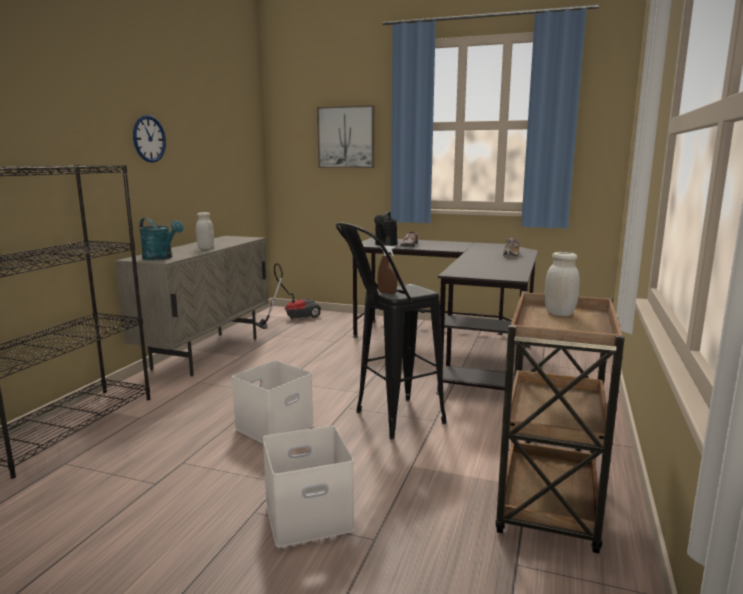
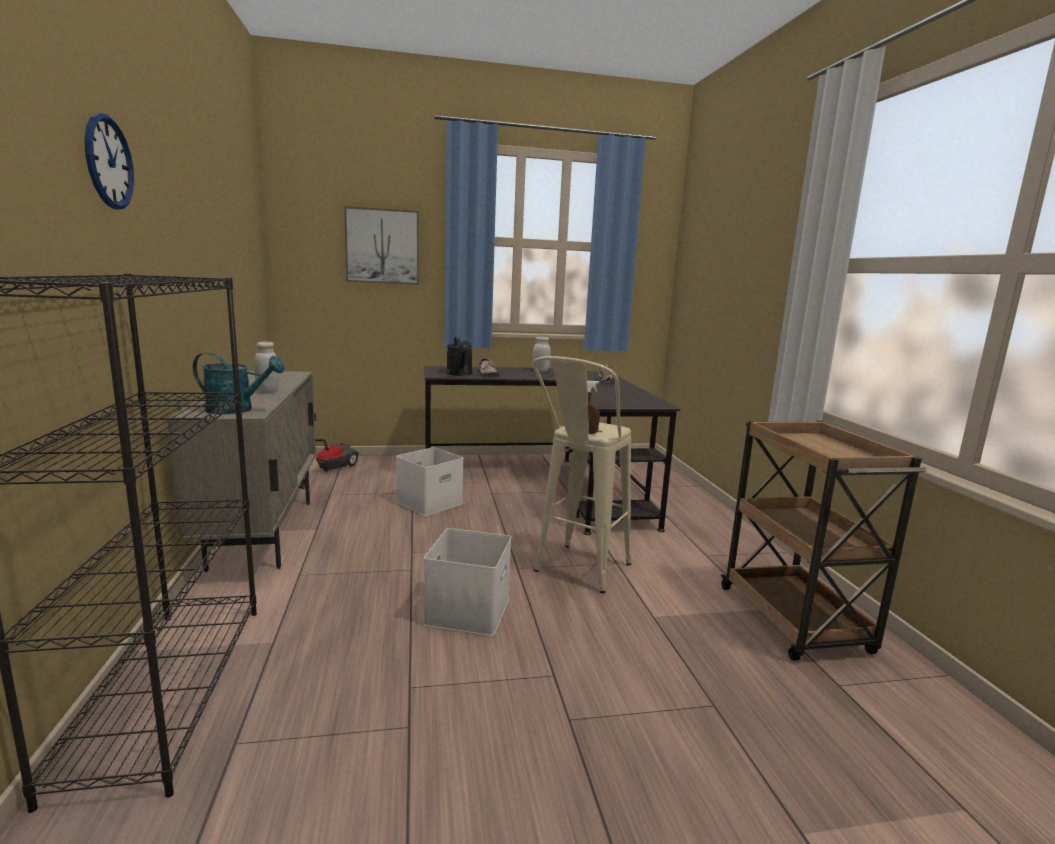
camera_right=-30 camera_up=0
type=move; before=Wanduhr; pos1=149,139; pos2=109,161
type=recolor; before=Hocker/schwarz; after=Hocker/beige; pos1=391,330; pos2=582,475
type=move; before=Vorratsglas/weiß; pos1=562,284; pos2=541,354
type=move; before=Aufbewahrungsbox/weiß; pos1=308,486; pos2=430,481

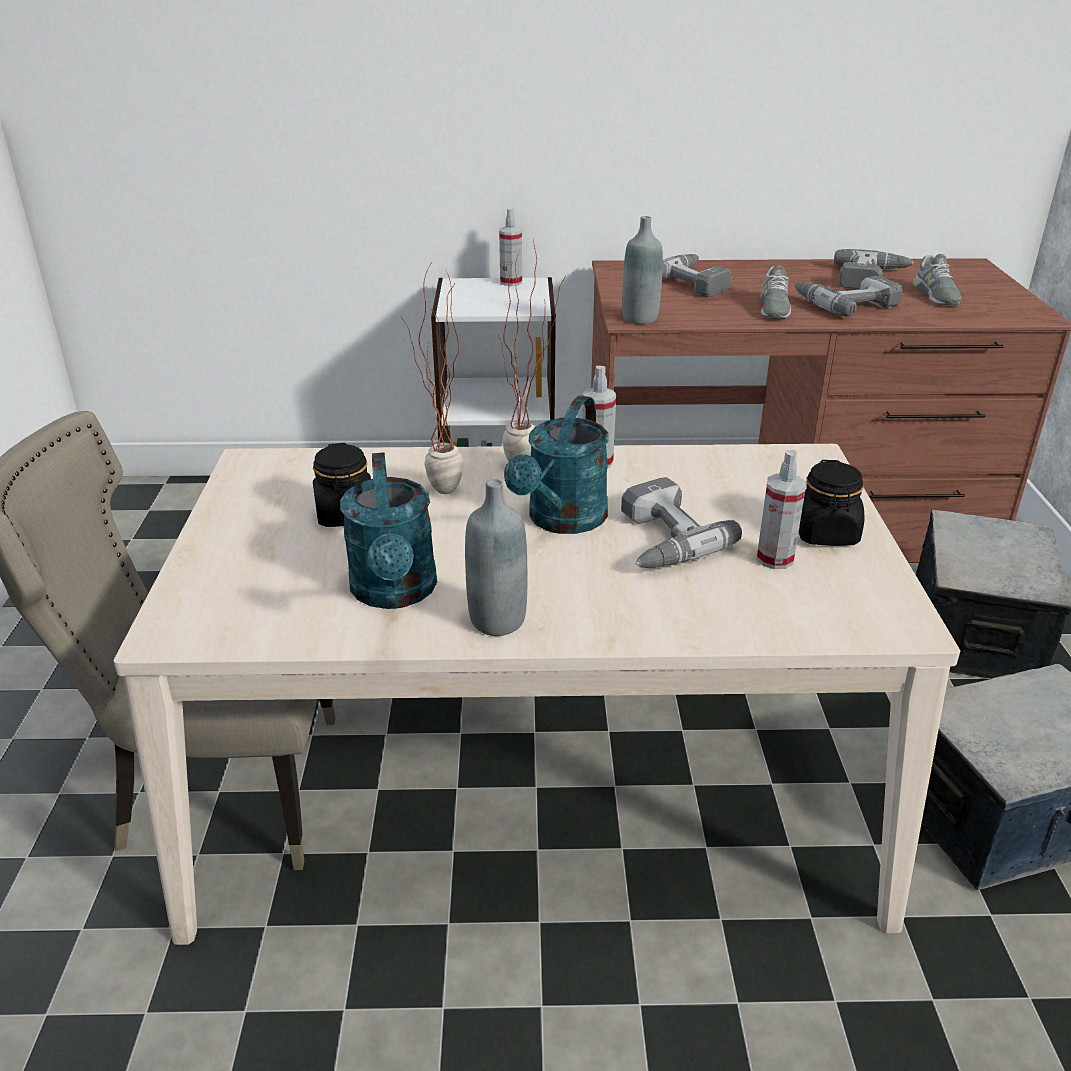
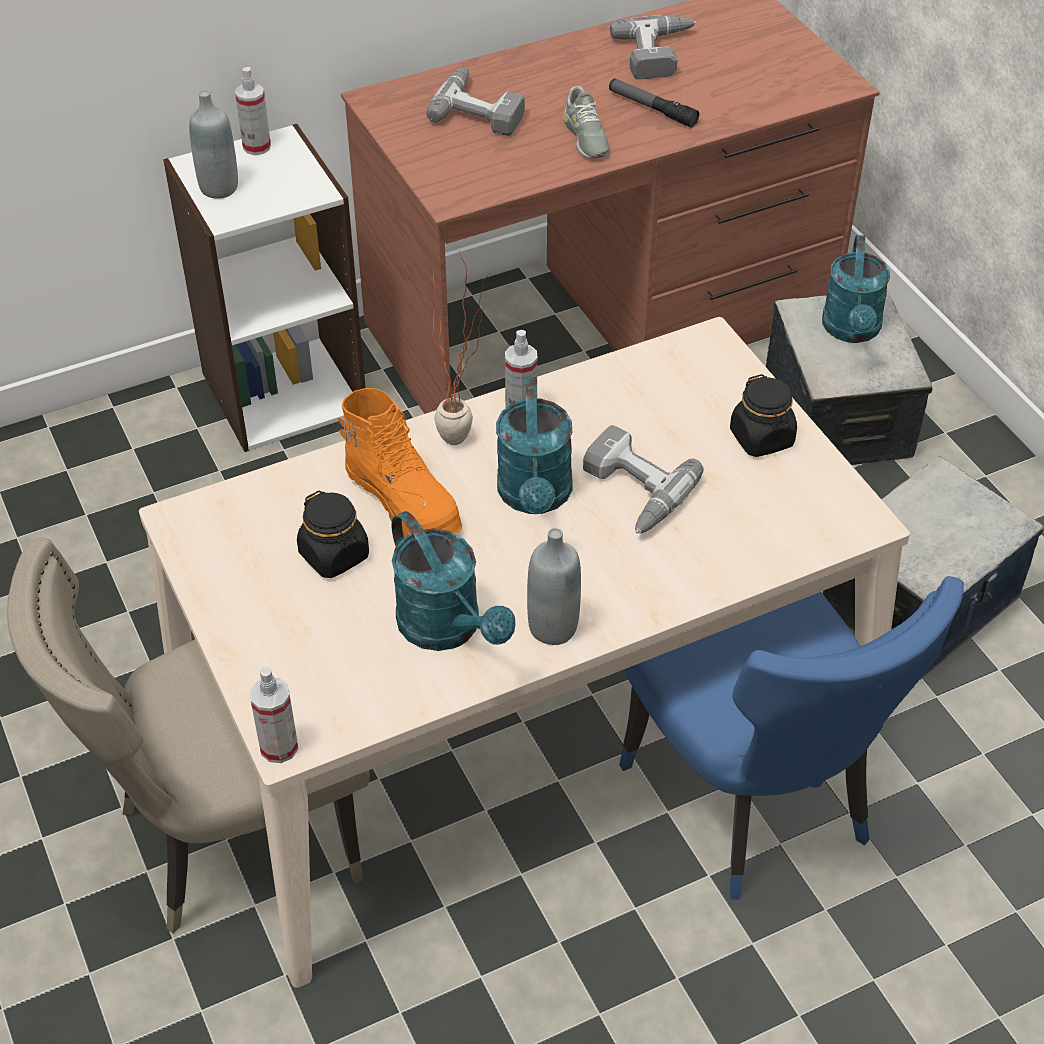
camera_right=-25 camera_up=15
type=move; before=Flasche/grau; pos1=642,270; pos2=213,144
type=delete; before=Schuh/grau; pos1=937,279
type=replace; before=Topfpflanze; after=Stiefel/orange; pos1=432,377; pos2=400,462
type=replace; before=Bohrmaschine; after=Taschenlampe; pos1=849,296; pos2=654,103
type=move; before=Sprühflasche; pos1=781,509; pos2=274,715
type=insert; after=Gießkanne/türkis; pos2=856,289
type=insert; after=Stuhl/blau; pos2=791,737

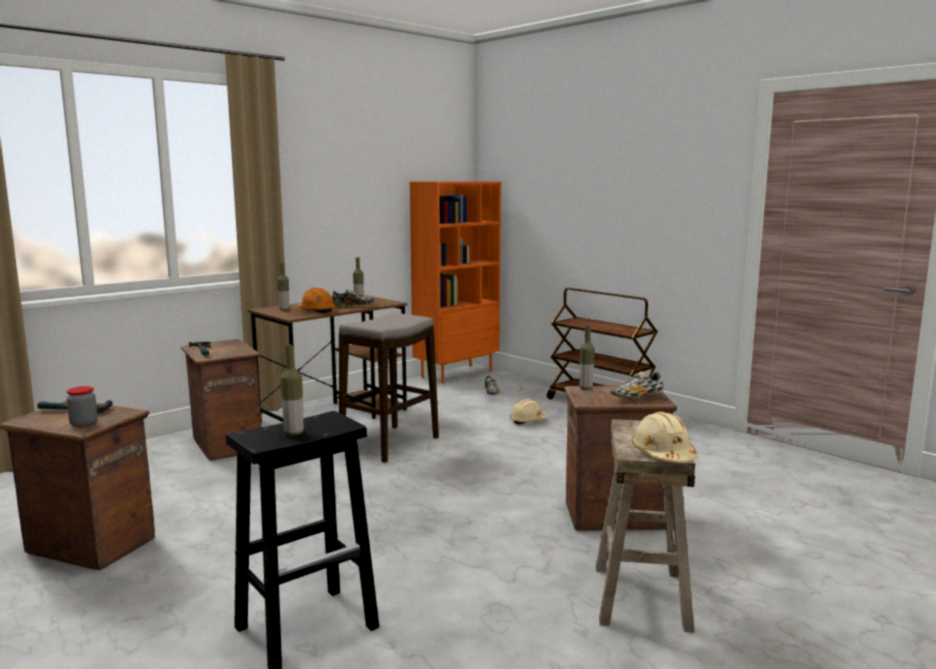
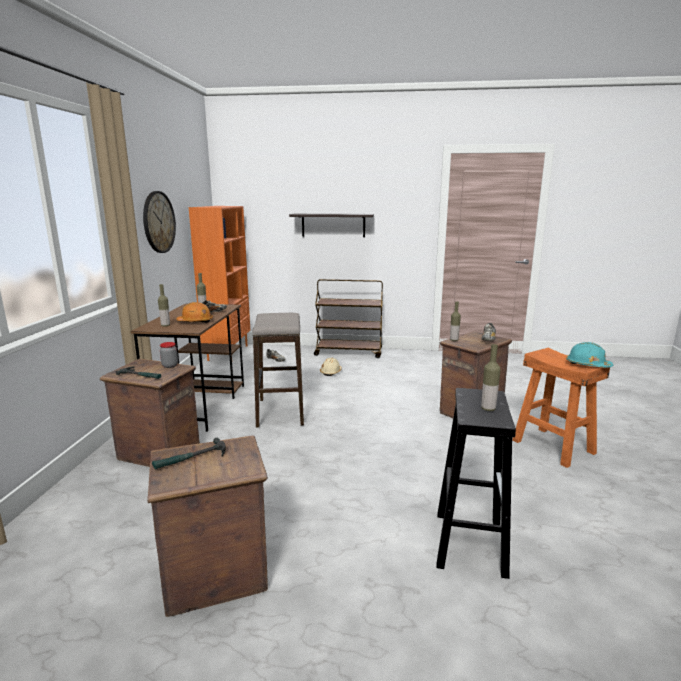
camera_right=-40 camera_up=5
type=move; before=Vorratsglas; pos1=82,407; pos2=169,355
type=recolor; before=Schutzhelm/beige; after=Schutzhelm/türkis; pos1=664,437; pos2=589,354
type=recolor; before=Hocker/beige; after=Hocker/orange; pos1=645,526; pos2=561,408
type=insert; after=Wanduhr; pos2=159,222
type=insert; after=Wandregal; pos2=331,225

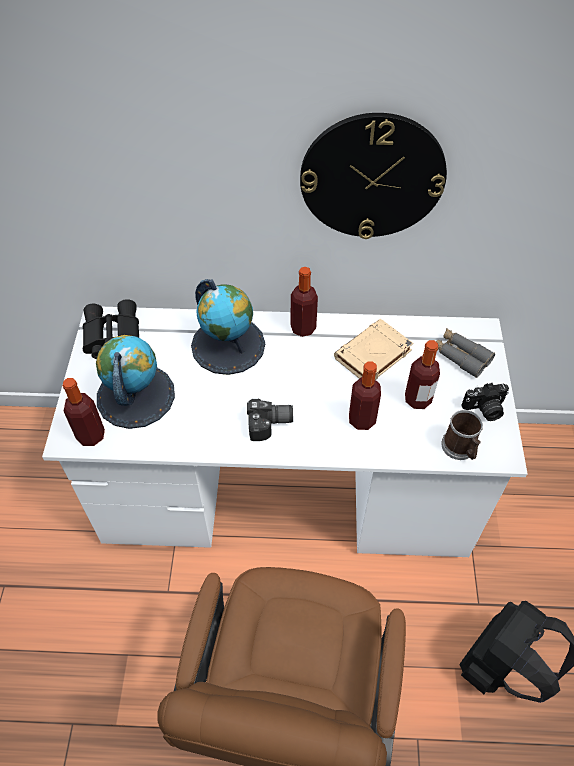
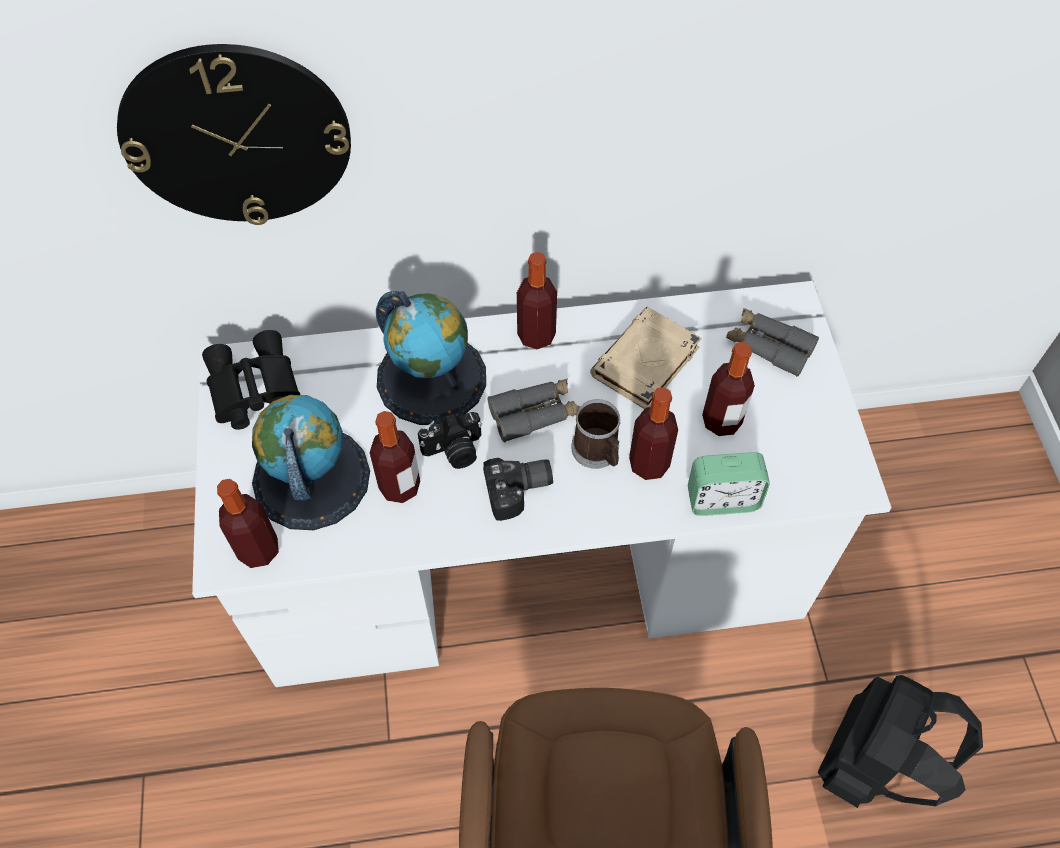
camera_right=-10 camera_up=5
type=move; before=Wanduhr; pos1=373,176; pos2=234,134
type=move; before=Kamera; pos1=485,402; pos2=450,440
type=move; before=Henkelbecher; pos1=462,435; pos2=596,434
type=insert; after=Fernglas/grau; pos2=533,410
type=insert; after=Flasche; pos2=395,457
type=insert; after=Wecker; pos2=729,484

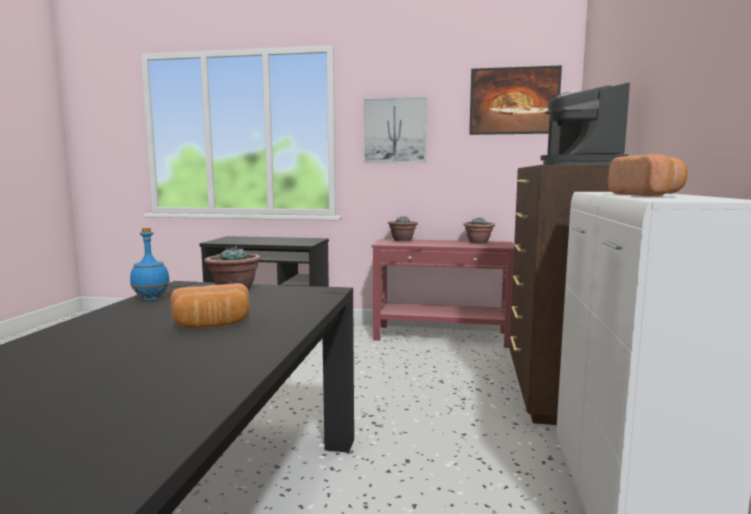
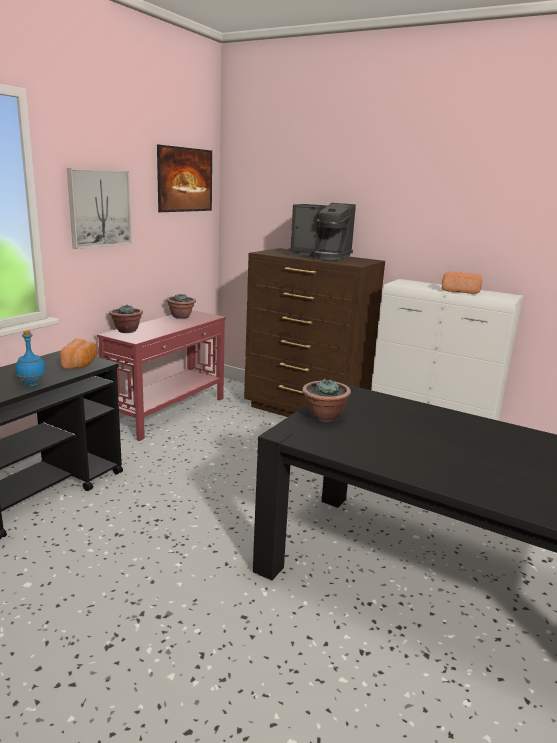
camera_right=-70 camera_up=10
type=move; before=Flasche/blau; pos1=150,264; pos2=30,358
type=move; before=Brot; pos1=210,306; pos2=78,354

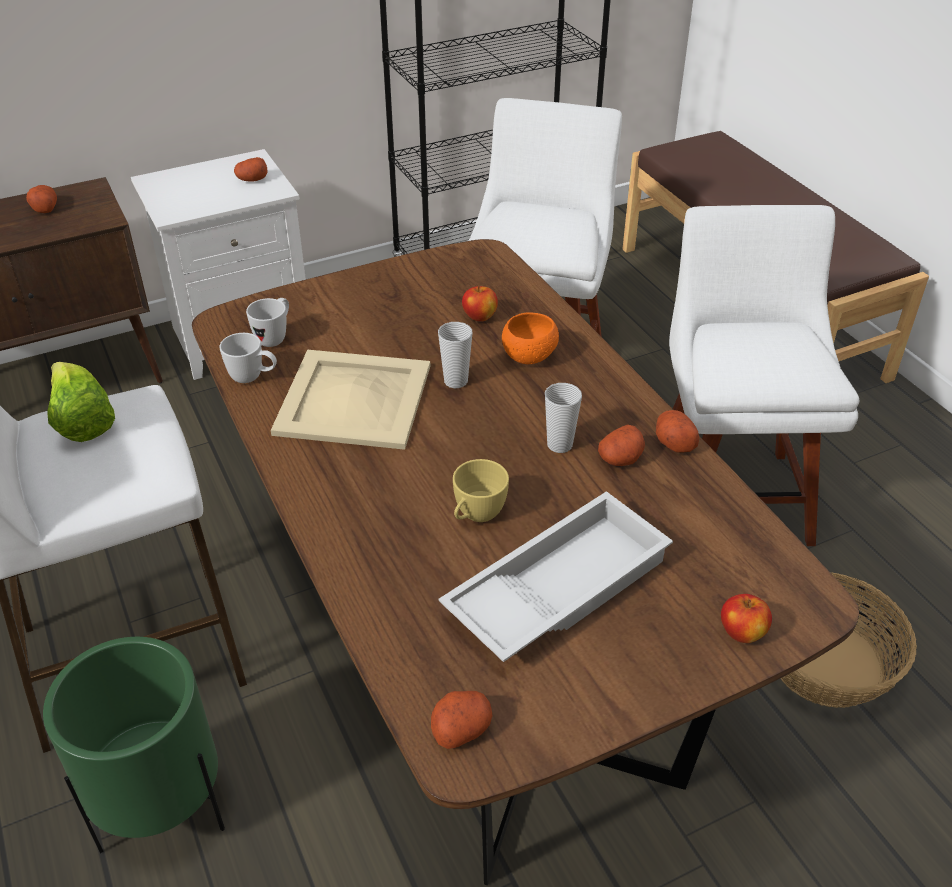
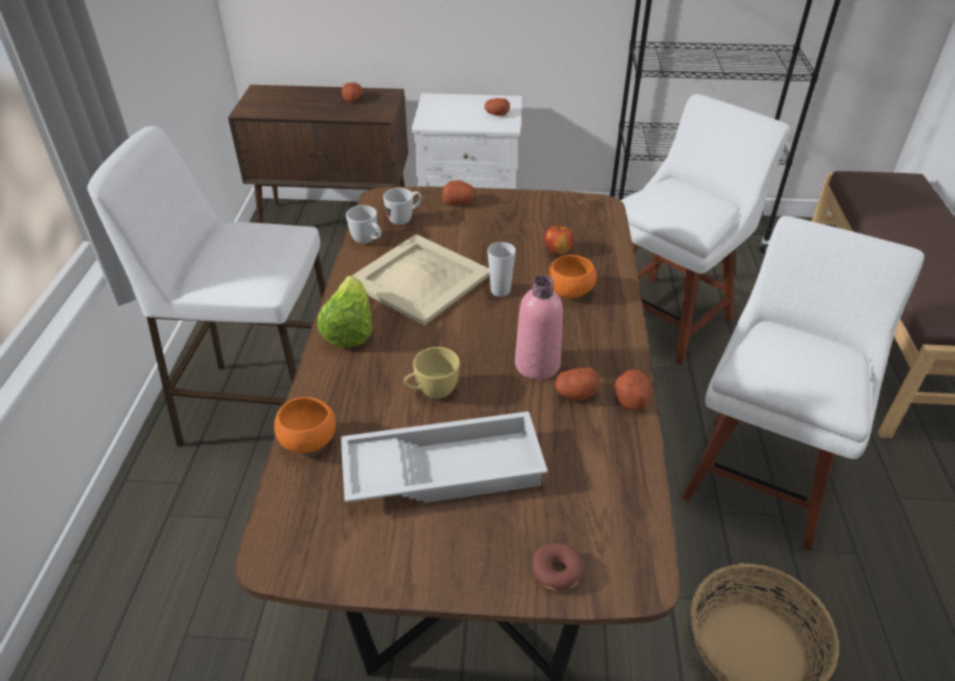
camera_right=30 camera_up=0
type=move; before=Salatkopf; pos1=81,402; pos2=344,312
type=replace; before=Tasse; after=Flasche/rosa; pos1=563,418; pos2=539,327
type=replace; before=Apfel; after=Donut; pos1=746,618; pos2=558,567
type=delete; before=Pflanzkübel/grün; pos1=134,745
type=move; before=Kartoffel; pos1=461,720; pos2=458,192
type=insert; after=Schüssel/orange; pos2=305,425

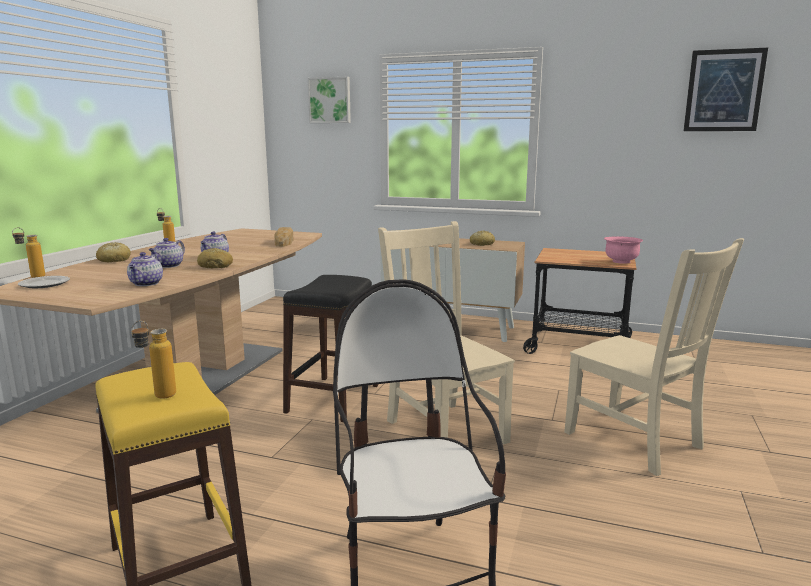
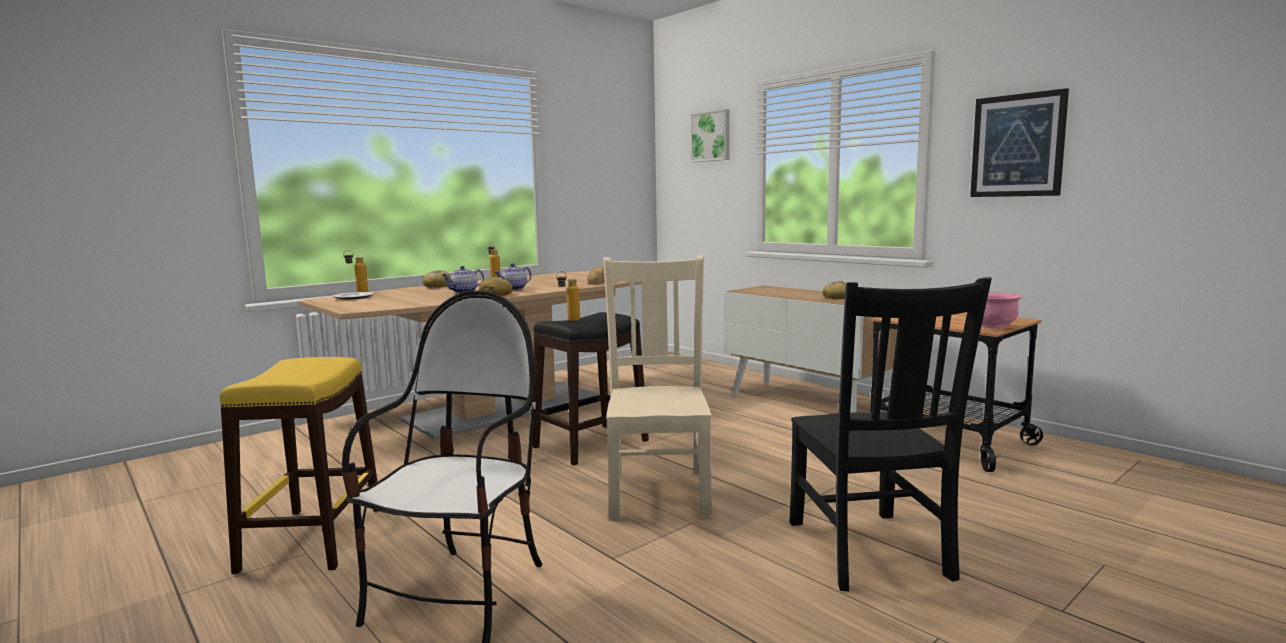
camera_right=30 camera_up=-5
type=move; before=Bild; pos1=725,89; pos2=1019,142
type=recolor; before=Stuhl/beige; after=Stuhl/schwarz; pos1=654,357; pos2=890,434
type=delete; before=Teekanne; pos1=145,269
type=move; before=Flasche; pos1=153,360; pos2=568,296

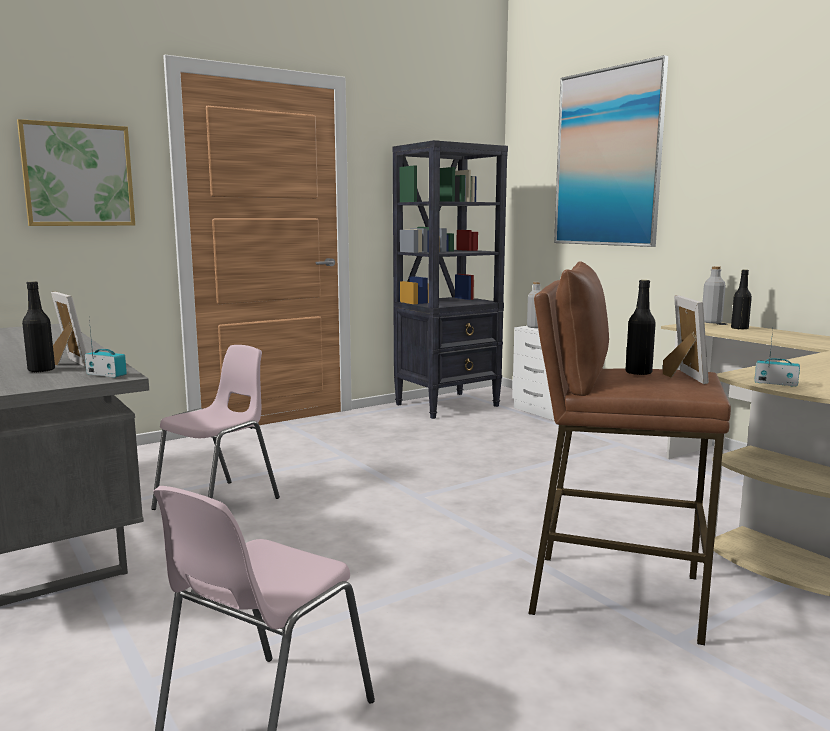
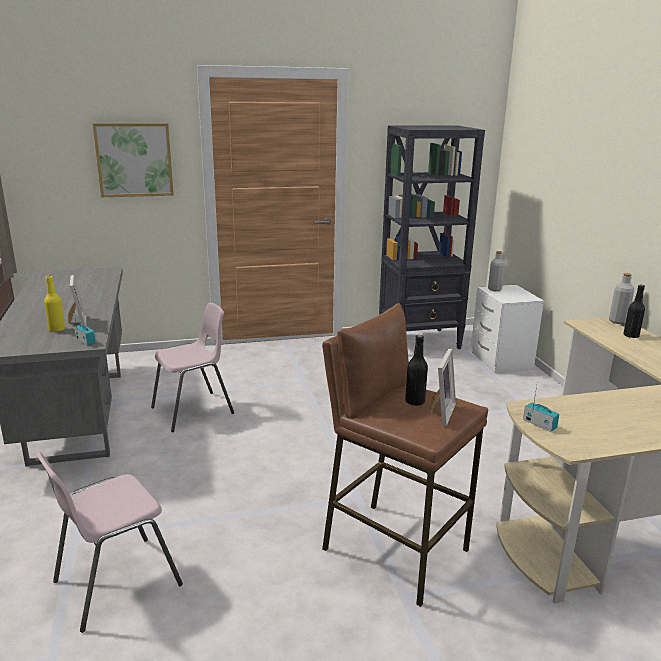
camera_right=20 camera_up=10
type=delete; before=Bild; pos1=611,151
type=recolor; before=Flasche/schwarz; after=Flasche/gelb; pos1=38,327; pos2=54,303

